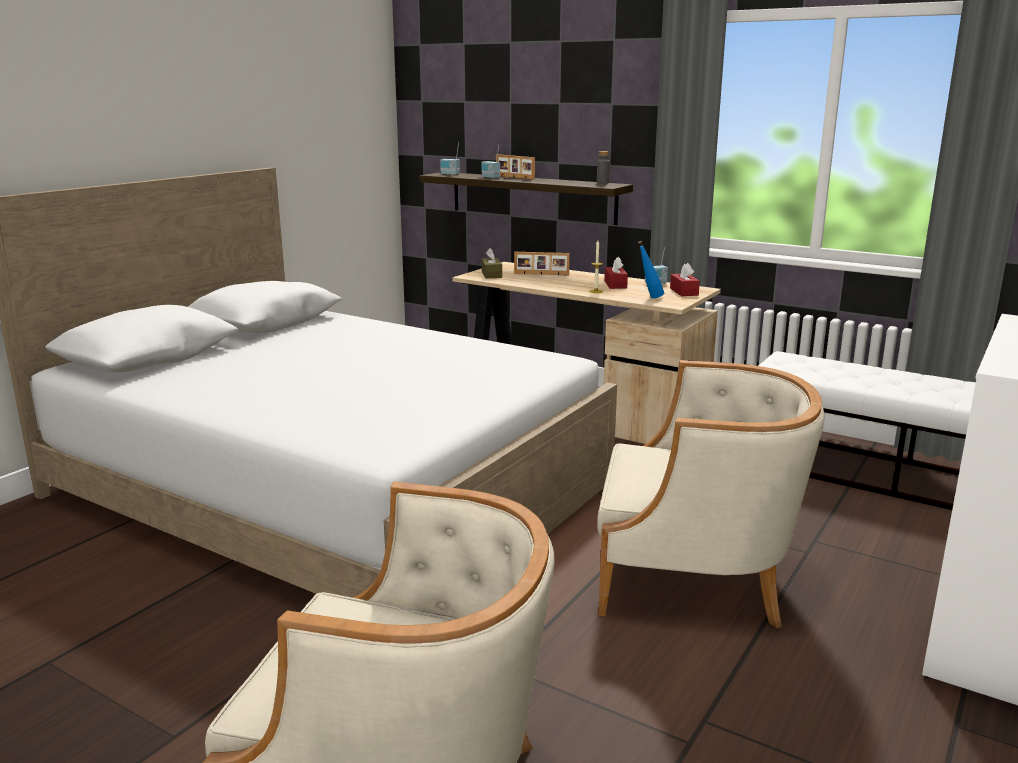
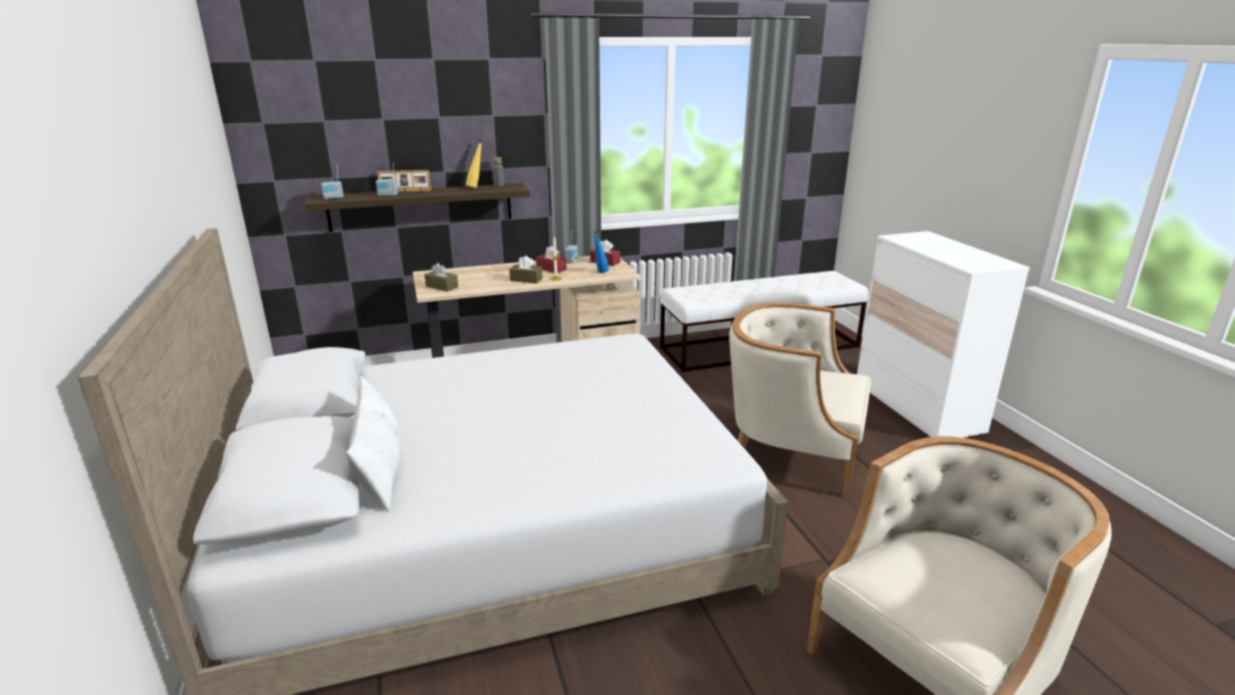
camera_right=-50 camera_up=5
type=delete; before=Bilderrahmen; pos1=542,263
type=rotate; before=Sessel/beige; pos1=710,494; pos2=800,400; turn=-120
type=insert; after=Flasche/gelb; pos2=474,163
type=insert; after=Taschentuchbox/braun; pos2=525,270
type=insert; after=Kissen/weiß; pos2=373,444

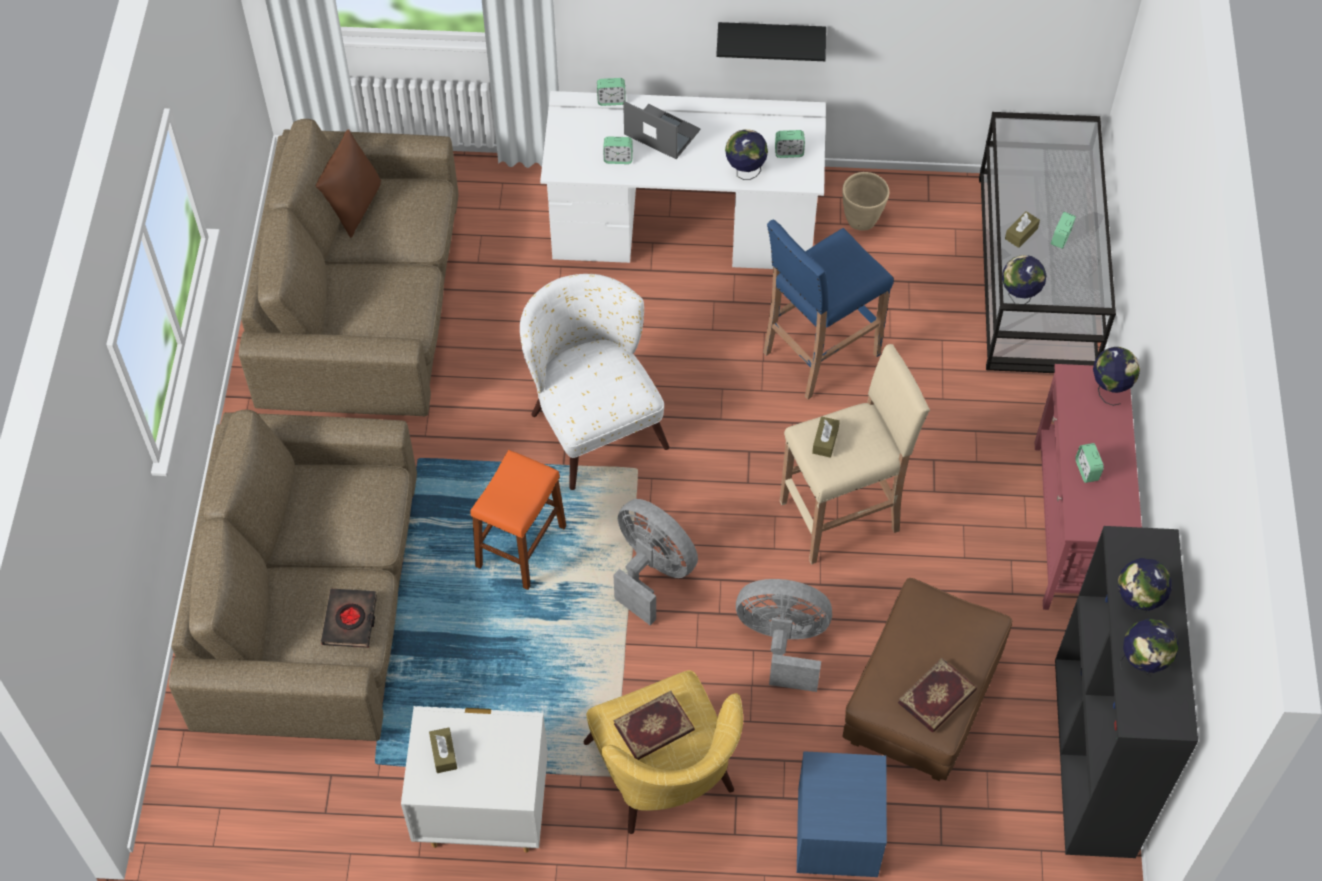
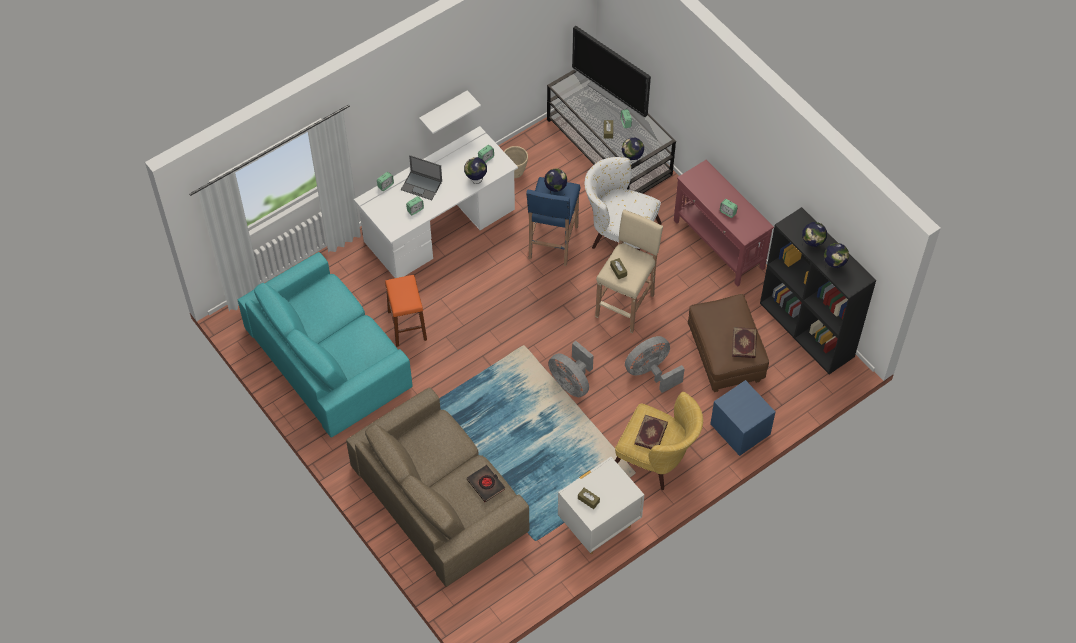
camera_right=-40 camera_up=0
type=recolor; before=Wandregal/schwarz; after=Wandregal/weiß; pos1=771,41; pos2=450,112
type=rotate; before=Laptop; pos1=662,130; pos2=421,177; turn=-150
type=recolor; before=Sofa/braun; after=Sofa/türkis; pos1=349,267; pos2=325,345
type=delete; before=Kissen/braun; pos1=348,184
type=move; before=Sessel/weiß; pos1=594,382; pos2=623,203
type=move; before=Globus; pos1=1116,376; pos2=556,182
type=move; before=Hocker/orange; pos1=518,520; pos2=406,311
type=rotate; before=Ventilator/grau; pos1=656,562; pos2=571,369; turn=-135
type=insert; after=Fernseher; pos2=611,72

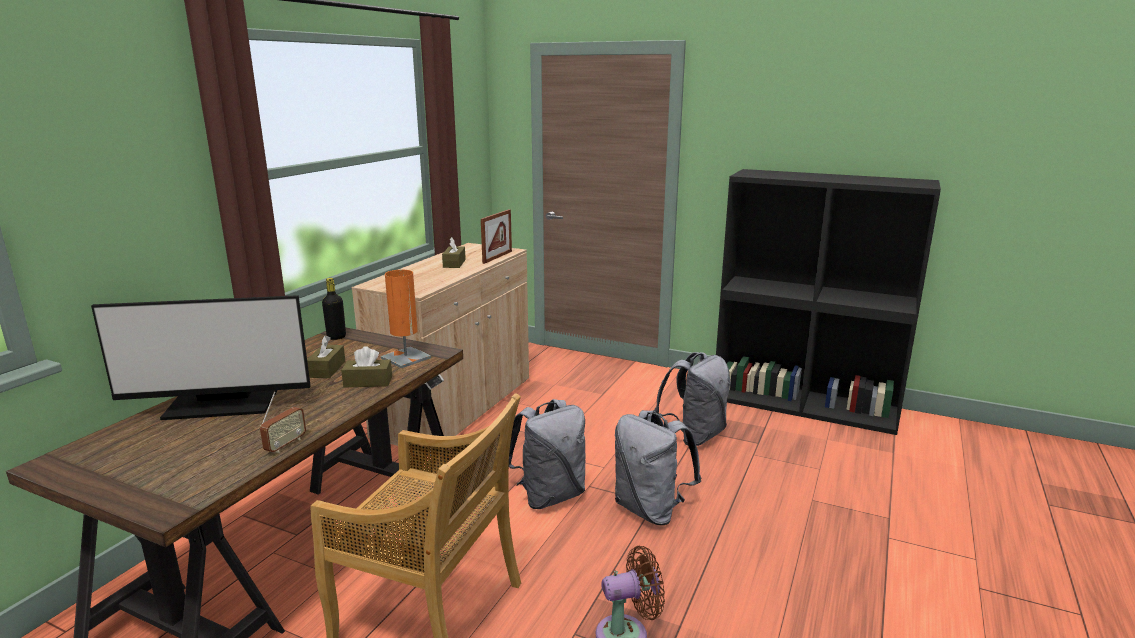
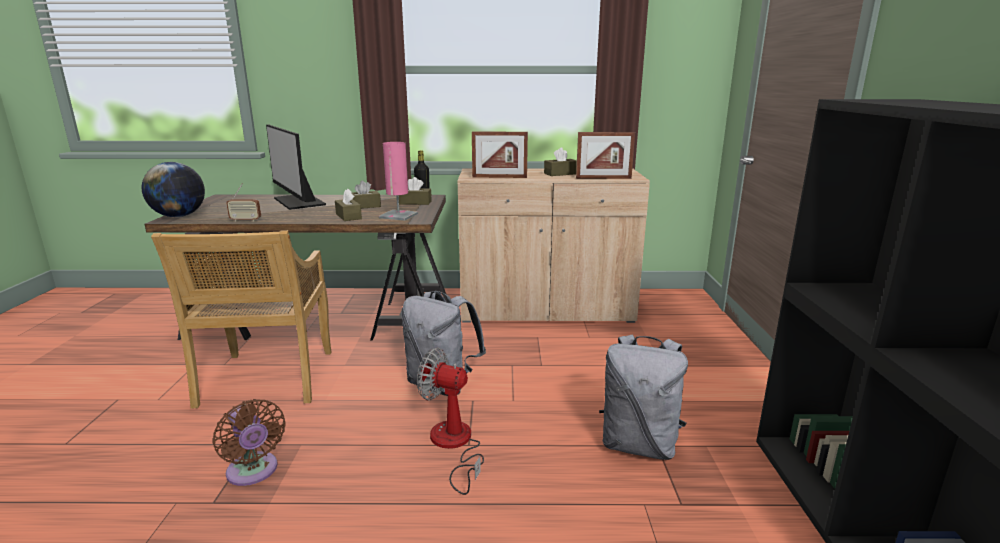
camera_right=65 camera_up=0
type=recolor; before=Tischlampe/orange; after=Tischlampe/rosa; pos1=406,319; pos2=398,181
type=replace; before=Rucksack/grau; after=Ventilator; pos1=658,467; pos2=450,421
type=insert; after=Bilderrahmen; pos2=500,154
type=insert; after=Globus; pos2=173,189
type=insert; after=Taschentuchbox/braun; pos2=415,191

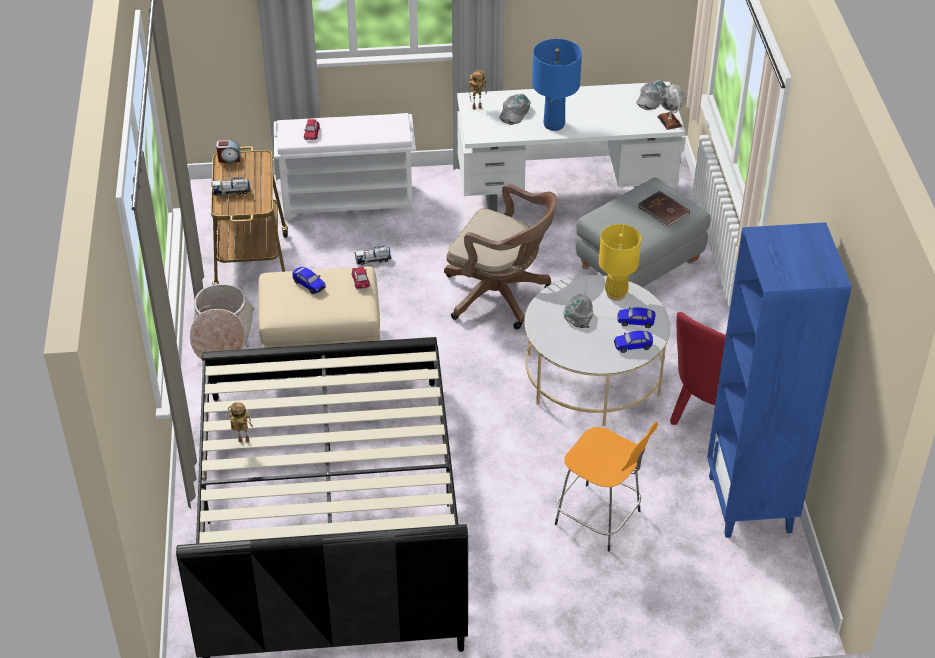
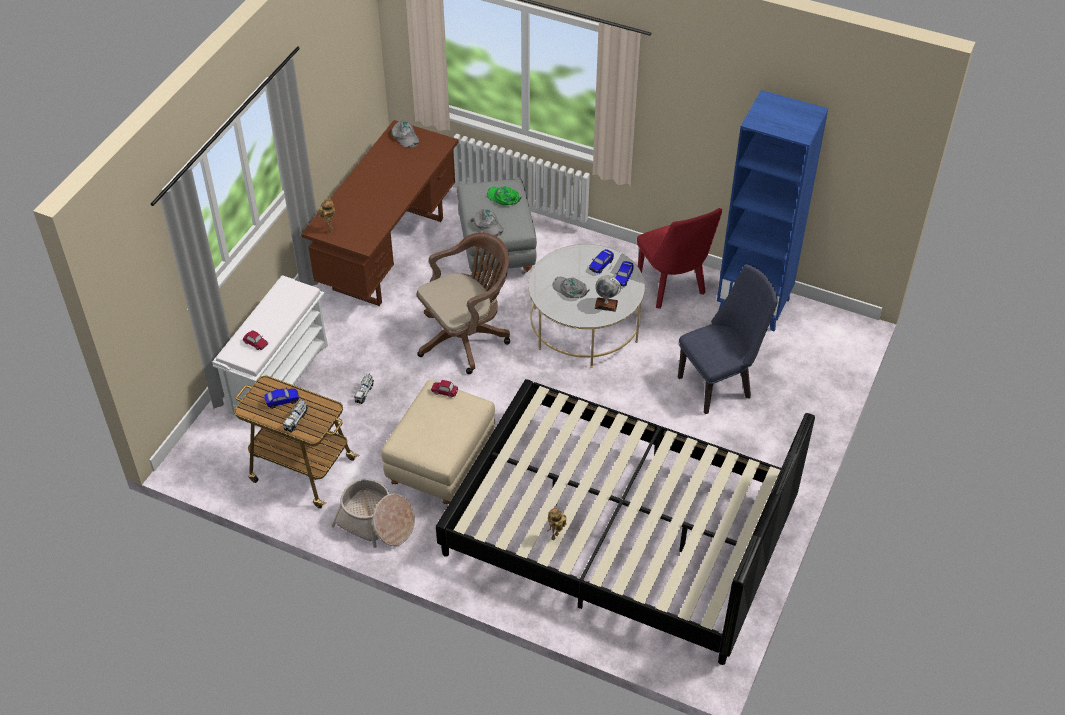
camera_right=-60 camera_up=5
type=delete; before=Tischlampe/blau; pos1=557,85
type=recolor; before=Schreibtisch/weiß; after=Schreibtisch/braun; pos1=571,147; pos2=379,213
type=move; before=Globus; pos1=671,107; pos2=607,293
type=move; before=Kappe/grau; pos1=514,109; pos2=487,222
type=delete; before=Wecker; pos1=228,151
type=replace; before=Buch/braun; after=Kappe/grün; pos1=664,209; pos2=504,195
type=delete; before=Tischlampe/gelb; pos1=620,262
type=move; before=Spielzeugauto; pos1=309,280; pos2=282,398
type=replace; before=Hocker/orange; after=Stuhl/blau; pos1=606,487; pos2=728,339

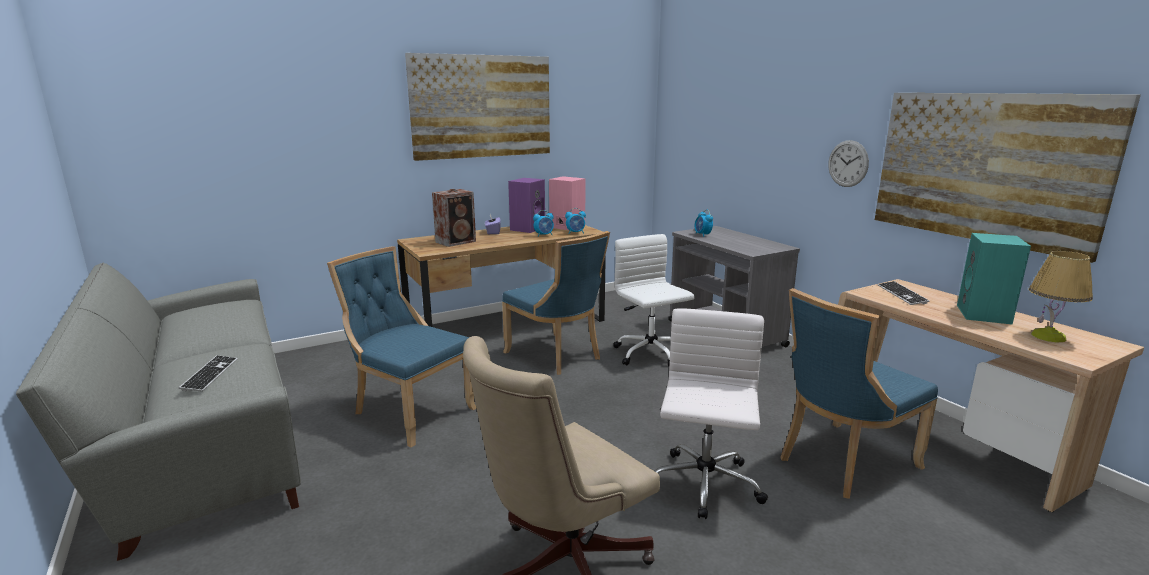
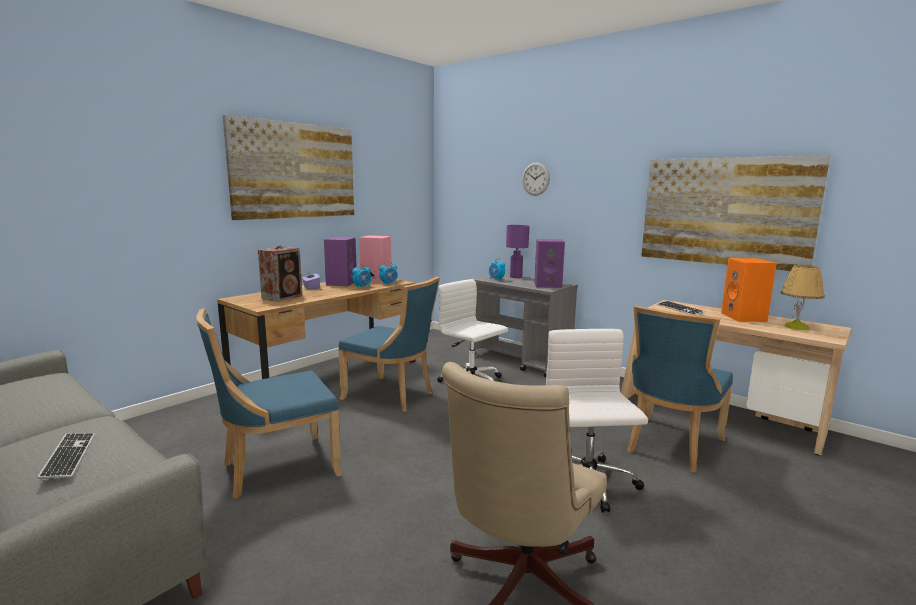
camera_right=-20 camera_up=-5
type=move; before=Wanduhr; pos1=848,163; pos2=536,179
type=recolor; before=Lautsprecher/türkis; after=Lautsprecher/orange; pos1=994,279; pos2=749,290
type=rotate; before=Stuhl/blau; pos1=402,346; pos2=269,403; turn=-45
type=insert; after=Tischlampe/lila; pos2=517,251
type=insert; after=Lautsprecher/lila; pos2=549,263

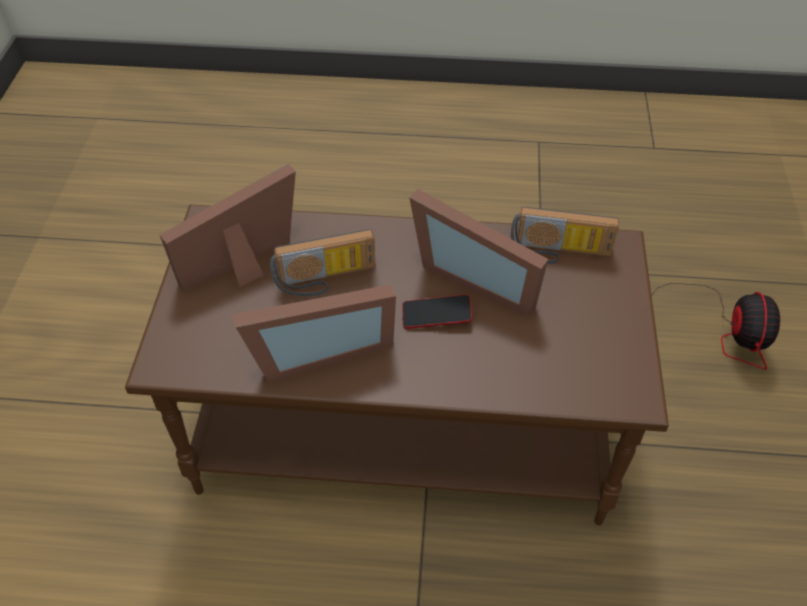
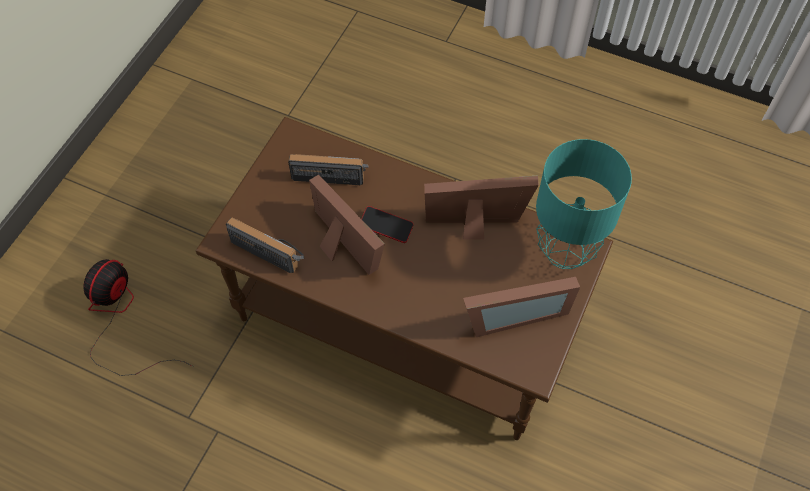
camera_right=-160 camera_up=10
type=move; before=Radio; pos1=322,262; pos2=328,169
type=insert; after=Tischlampe/türkis; pos2=584,204

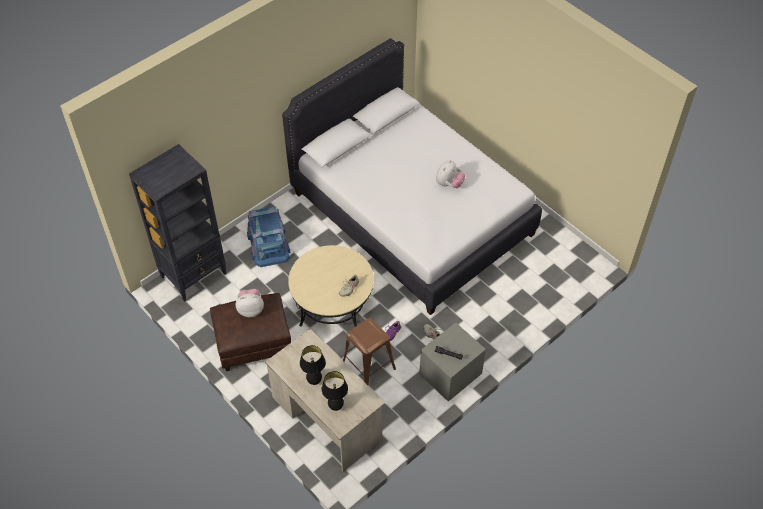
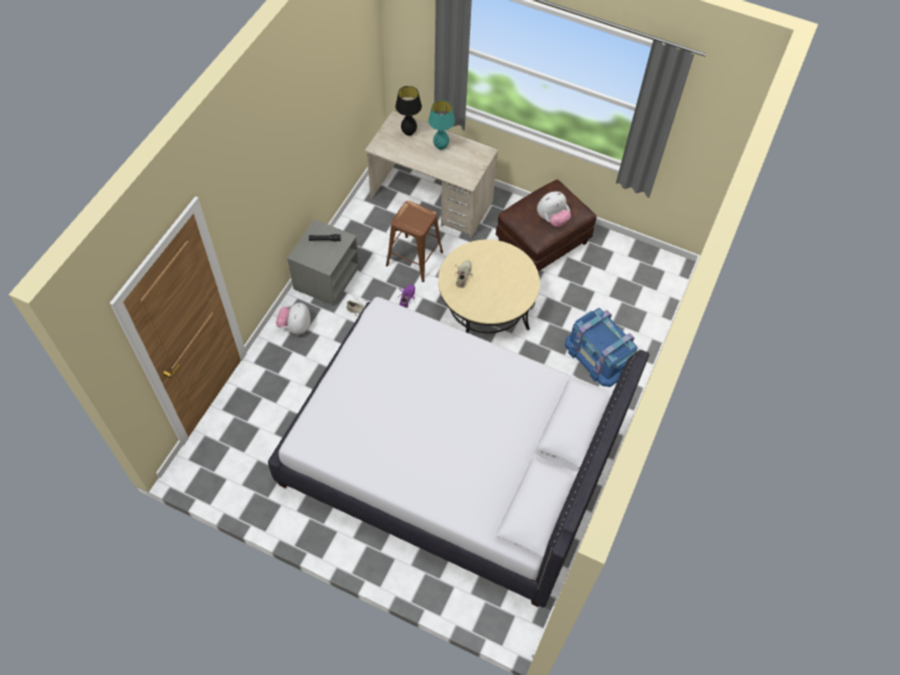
camera_right=155 camera_up=5
type=delete; before=Bücherregal/schwarz; pos1=178,223
type=move; before=Plüschtier; pos1=450,174; pos2=293,318
type=recolor; before=Tischlampe/schwarz; after=Tischlampe/türkis; pos1=313,365; pos2=441,125

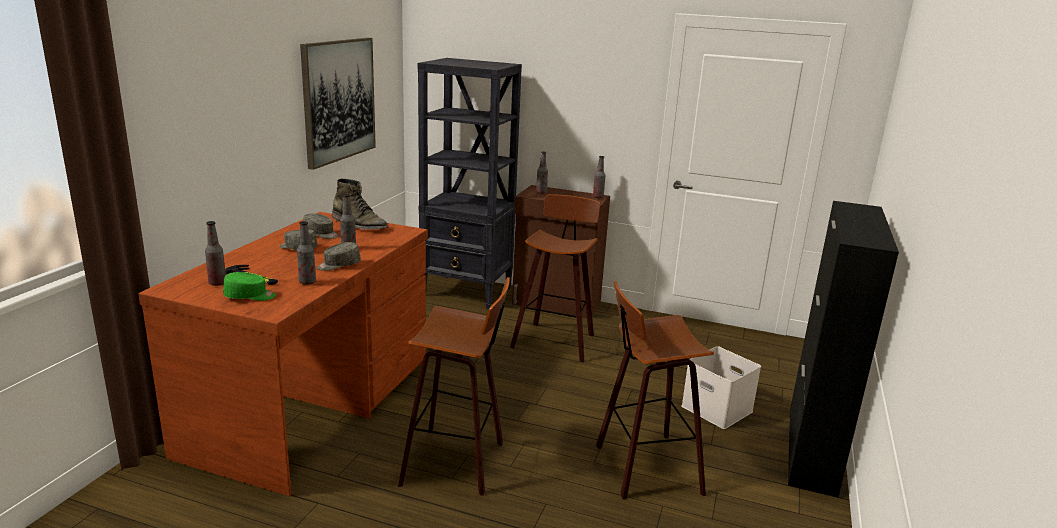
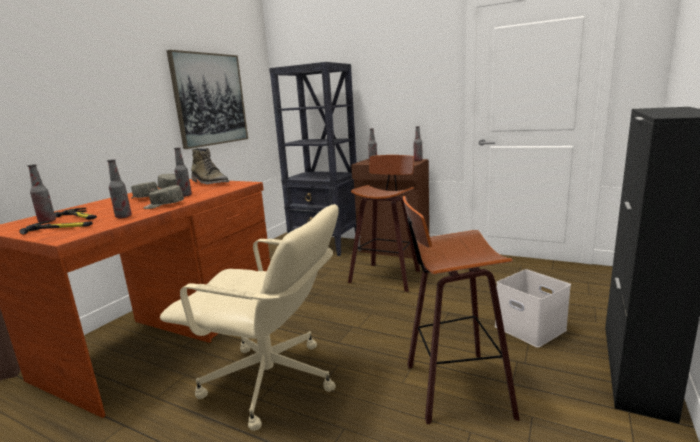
camera_right=10 camera_up=-5
type=replace; before=Kappe/grün; after=Hammer; pos1=249,286; pos2=56,227
type=replace; before=Hocker; after=Bürostuhl/beige; pos1=454,386; pos2=249,317

